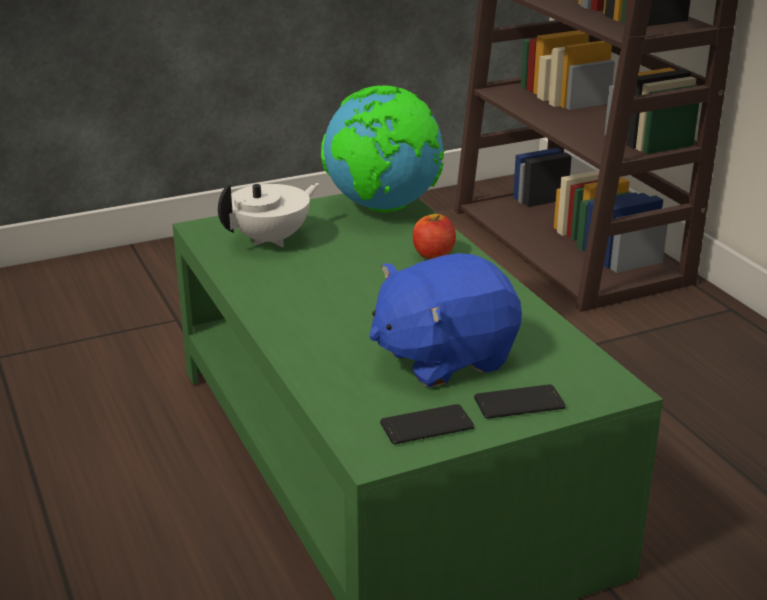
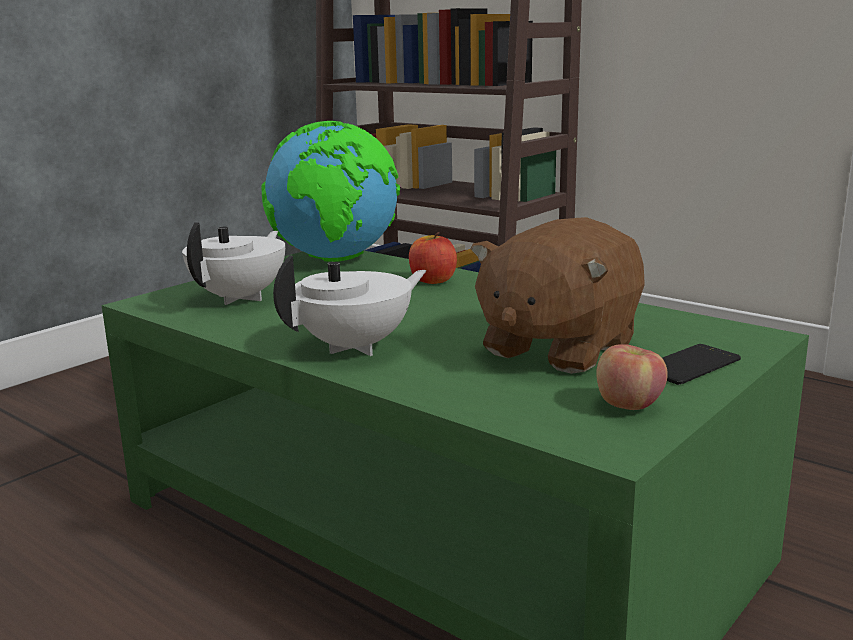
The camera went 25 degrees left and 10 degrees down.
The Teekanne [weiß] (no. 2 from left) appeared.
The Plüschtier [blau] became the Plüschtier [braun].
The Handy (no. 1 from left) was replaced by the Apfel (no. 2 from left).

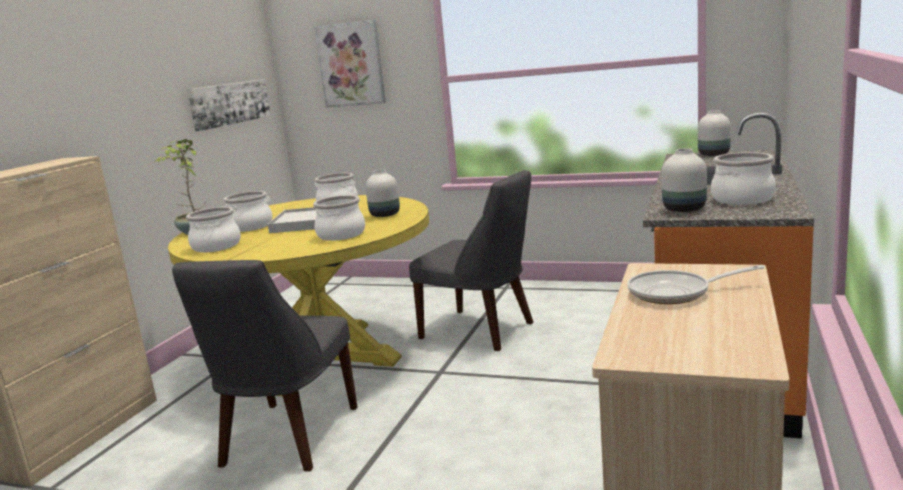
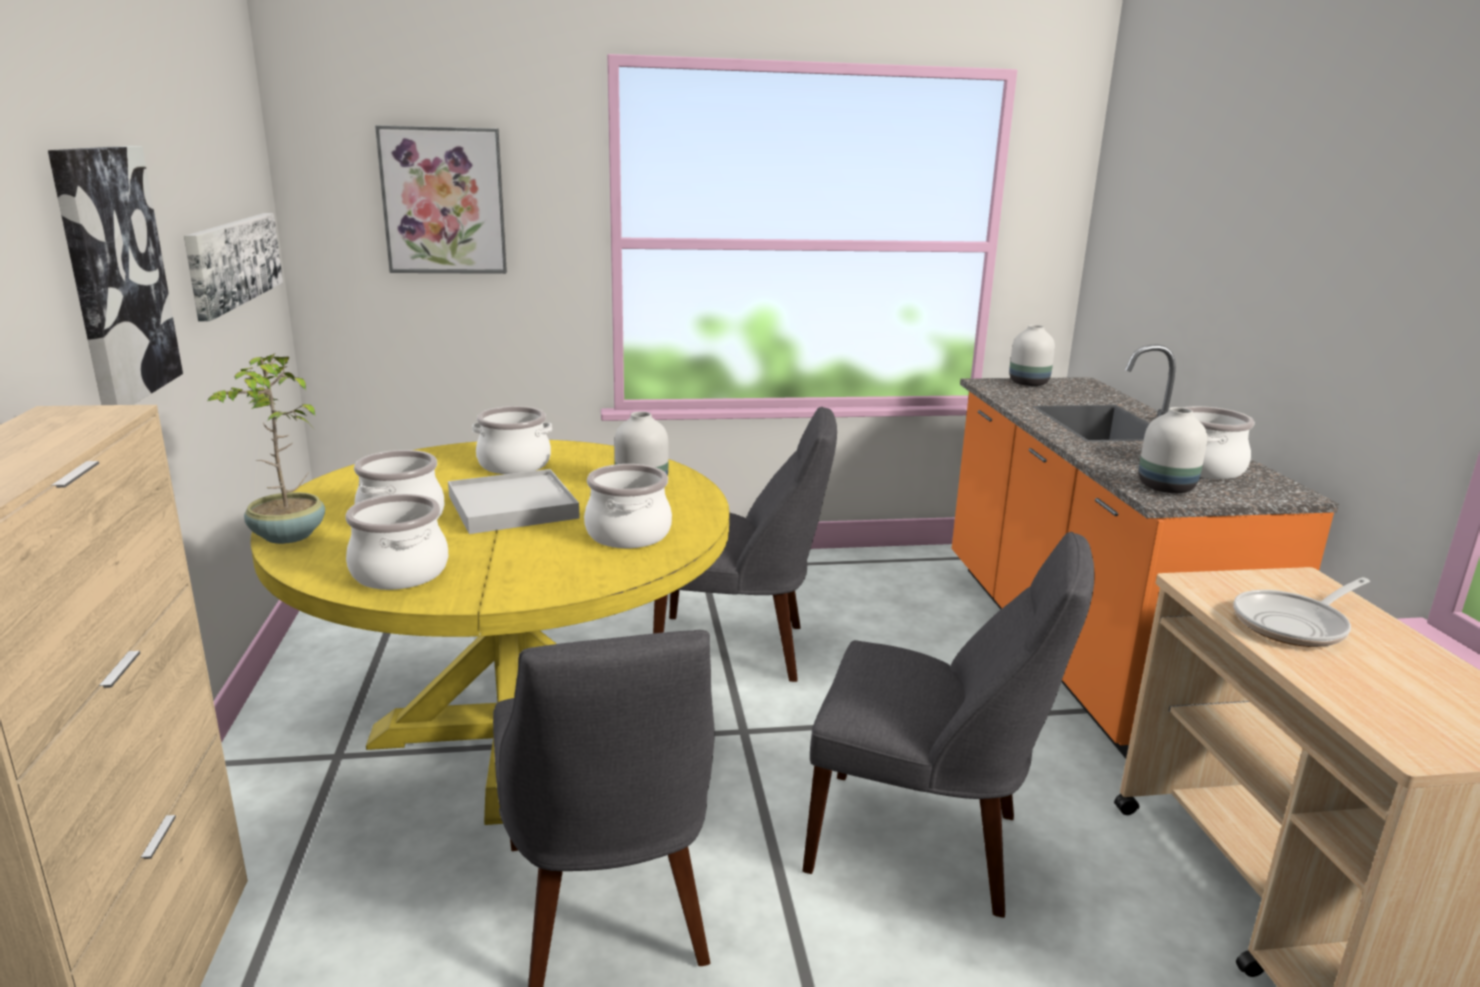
The camera went 30 degrees left and 5 degrees up.
The Bild (no. 1 from left) appeared.
The Stuhl [grau] (no. 3 from left) appeared.

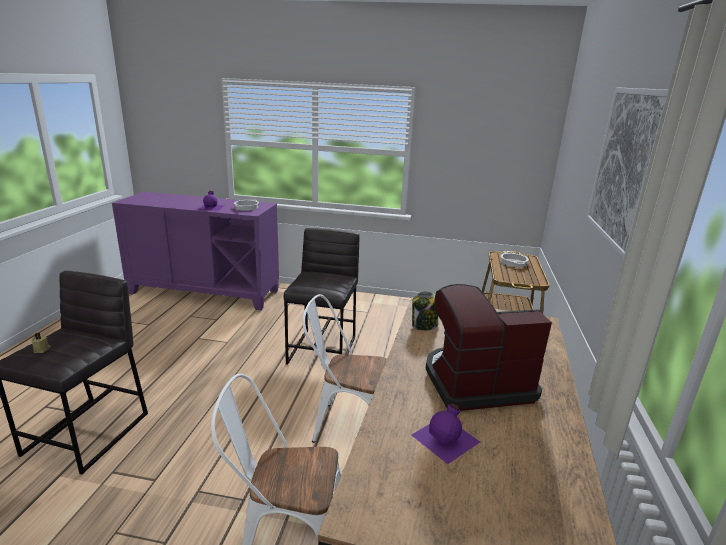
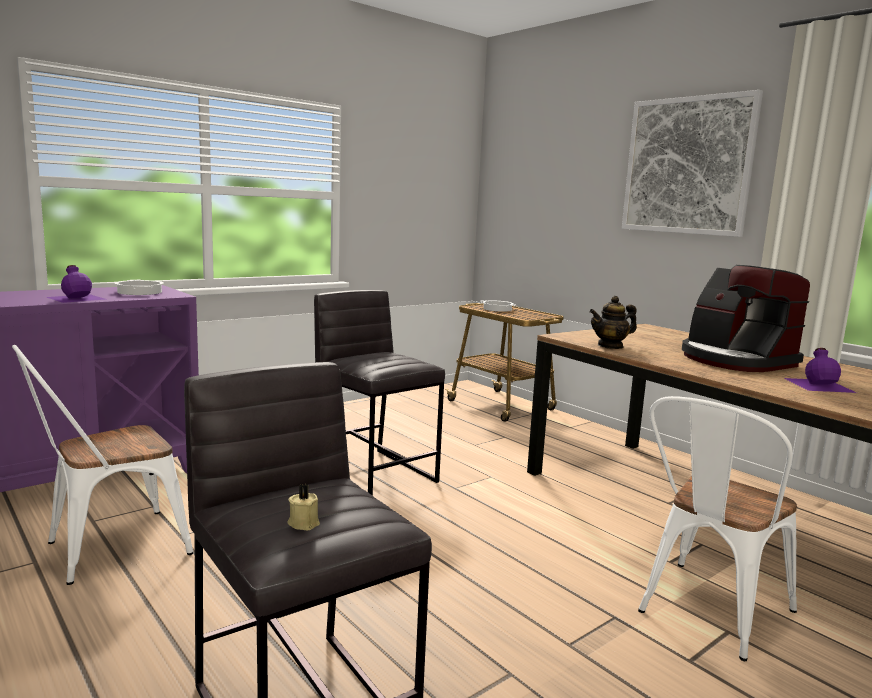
The camera went 50 degrees left and 10 degrees down.
The Stuhl [weiß] (no. 2 from left in the first image) moved.
The Vorratsglas was replaced by the Teekanne.
The Kaffeemaschine turned 60 degrees counterclockwise.

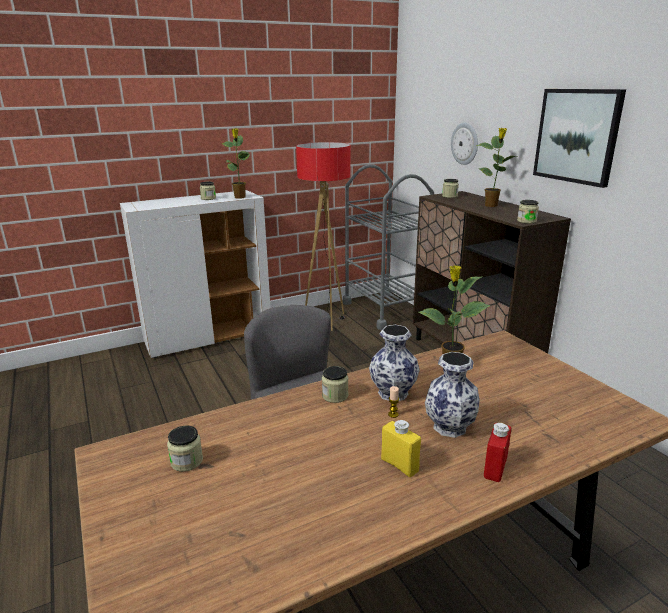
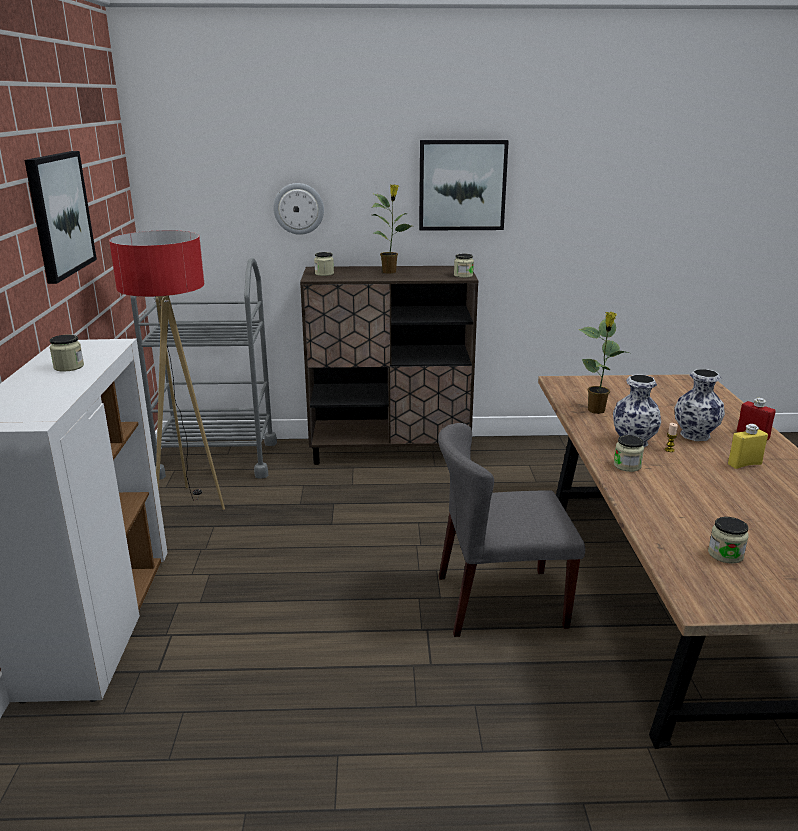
The camera went 65 degrees left and 0 degrees up.
The Bild (no. 1 from left) appeared.
The Topfpflanze (no. 1 from left) disappeared.

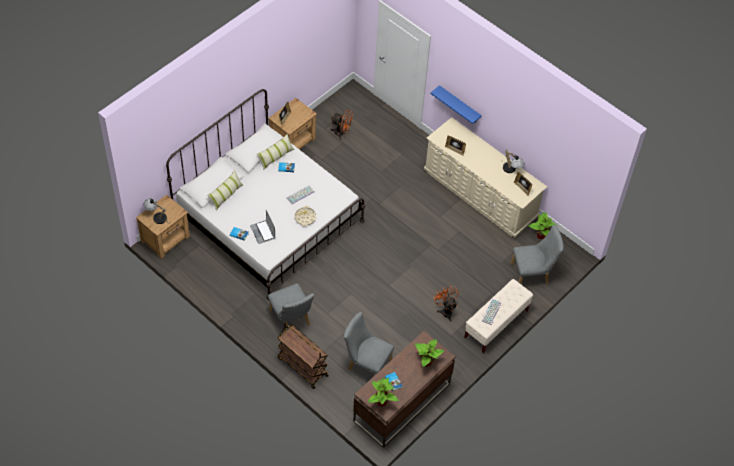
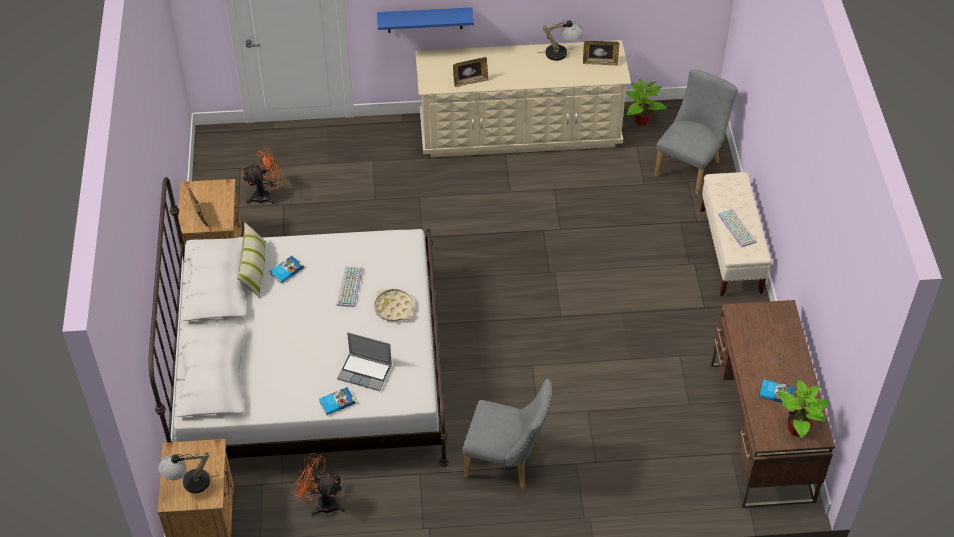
The camera went 45 degrees left and 5 degrees down.
The Ventilator [orange] (no. 2 from left) moved.
The Kissen (no. 1 from left) disappeared.
The Rollwagen [braun] disappeared.
The Stuhl [grau] (no. 2 from left) disappeared.
The Topfpflanze (no. 2 from left) disappeared.

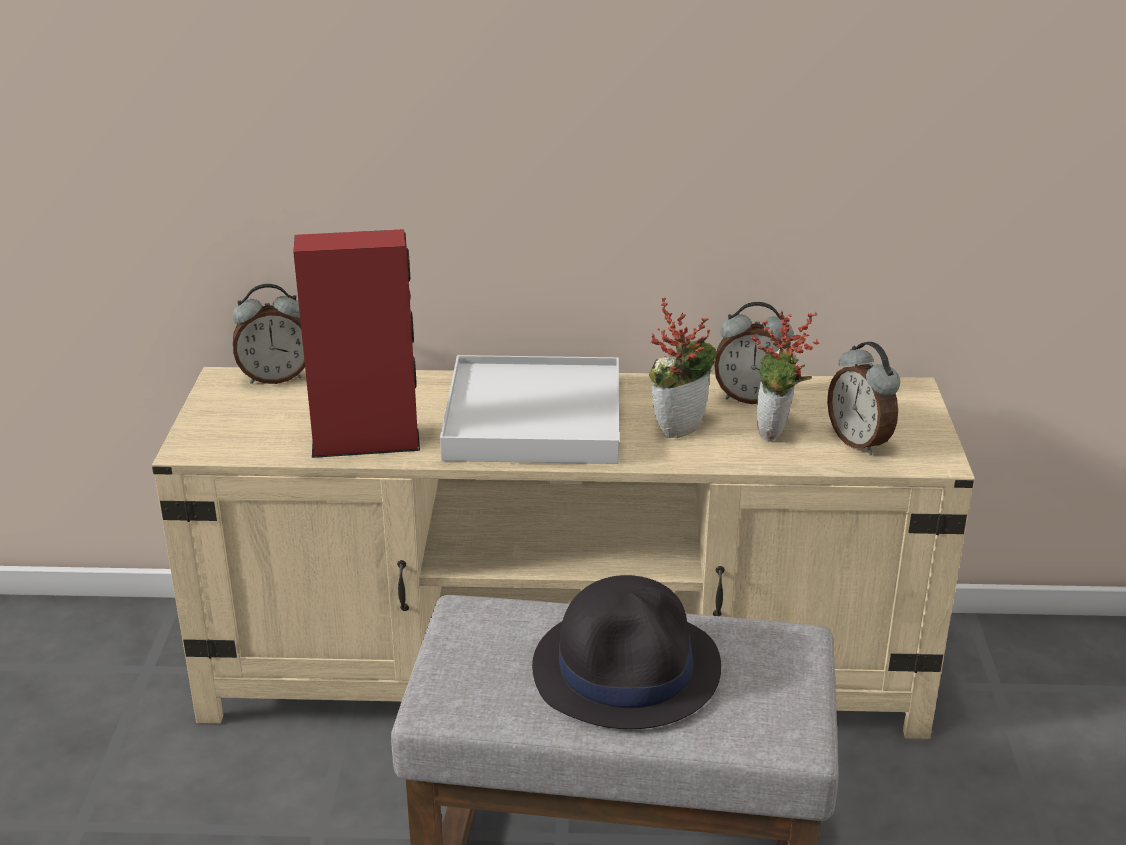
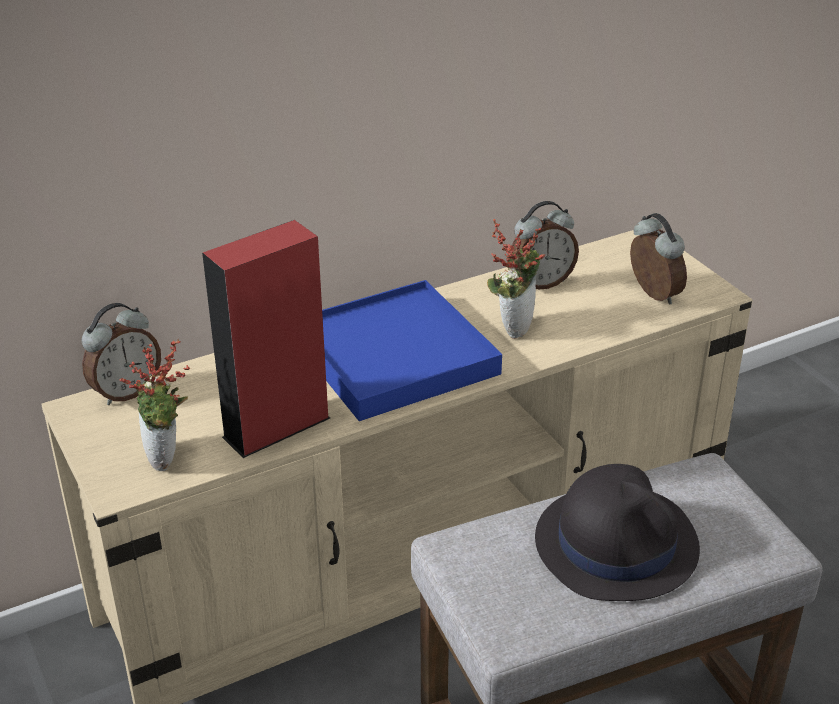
The camera went 30 degrees left and 5 degrees up.
The Topfpflanze (no. 2 from left in the first image) moved.
The Tablett [weiß] became the Tablett [blau].
The Wecker (no. 3 from left) turned 150 degrees counterclockwise.

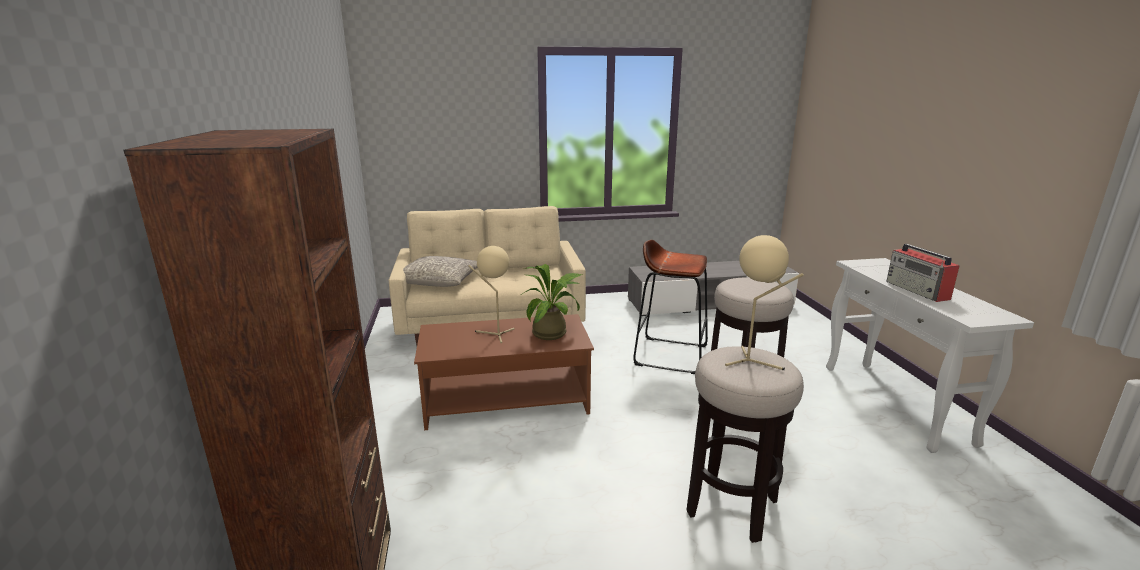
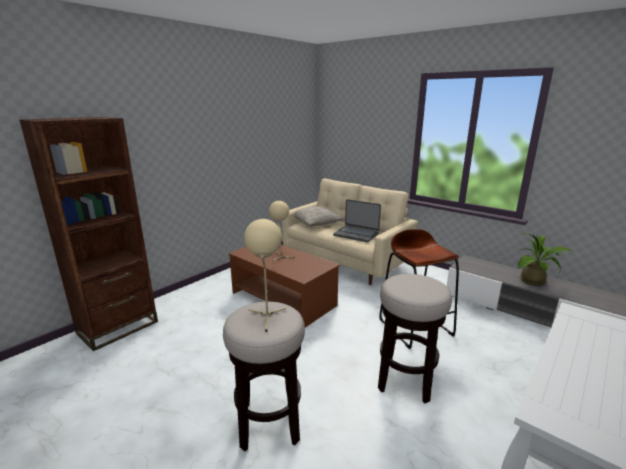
The camera went 50 degrees right and 0 degrees up.
The Laptop appeared.
The Topfpflanze moved.
The Radio disappeared.

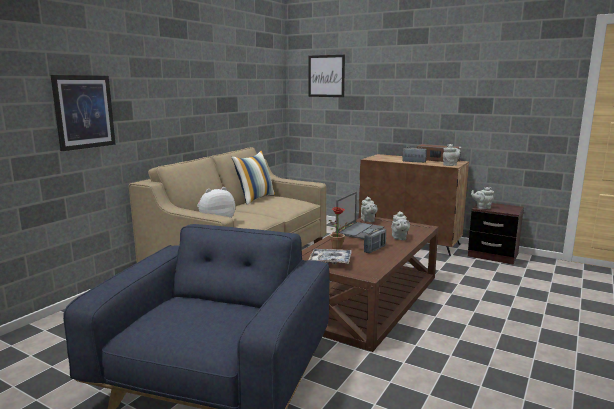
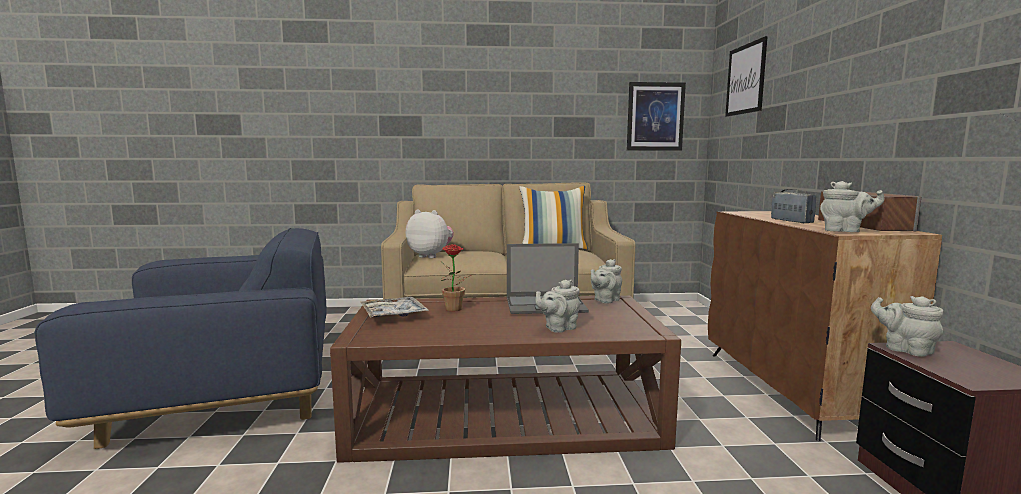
The camera went 55 degrees right and 5 degrees down.
The Bild (no. 1 from left) moved.
The Radio (no. 1 from left) disappeared.

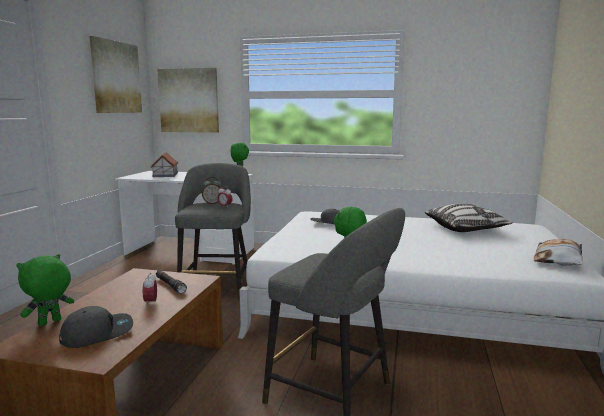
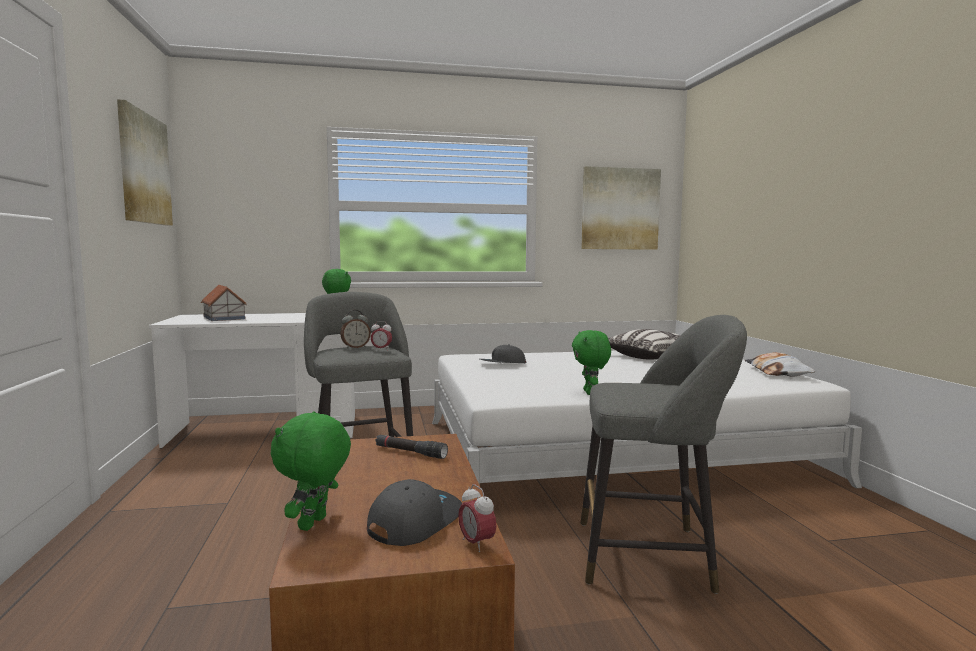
The camera went 25 degrees left and 5 degrees down.
The Wecker (no. 1 from left in the first image) moved.
The Bild (no. 2 from left) moved.

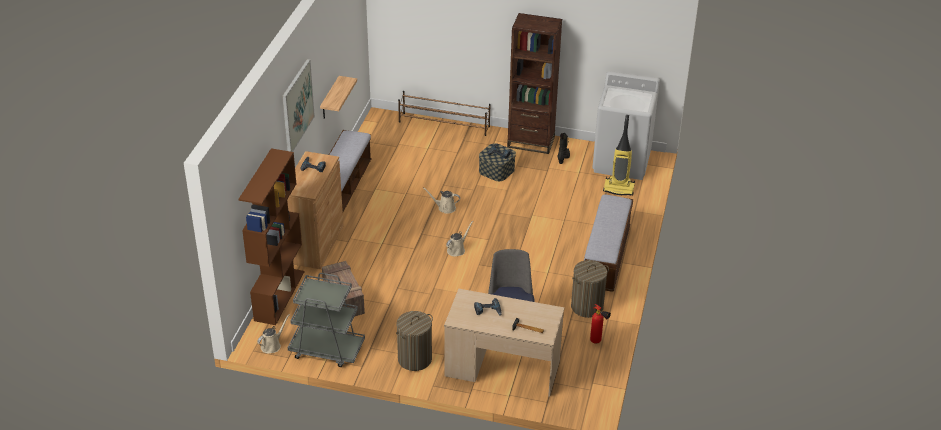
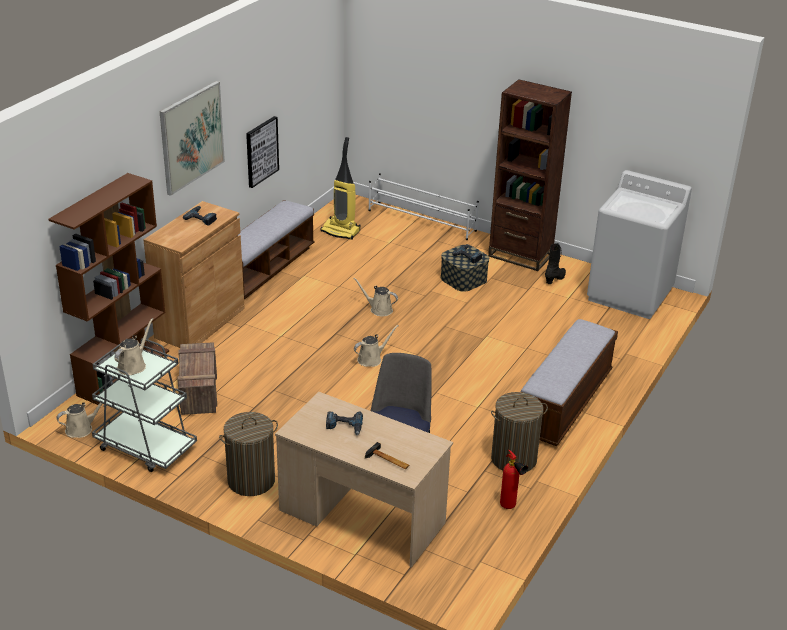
The camera went 15 degrees right and 5 degrees down.
The Gießkanne [beige] (no. 2 from left) appeared.
The Wandregal was replaced by the Bild (no. 2 from left).
The Staubsauger moved.
The Schuhregal [braun] became the Schuhregal [weiß].

